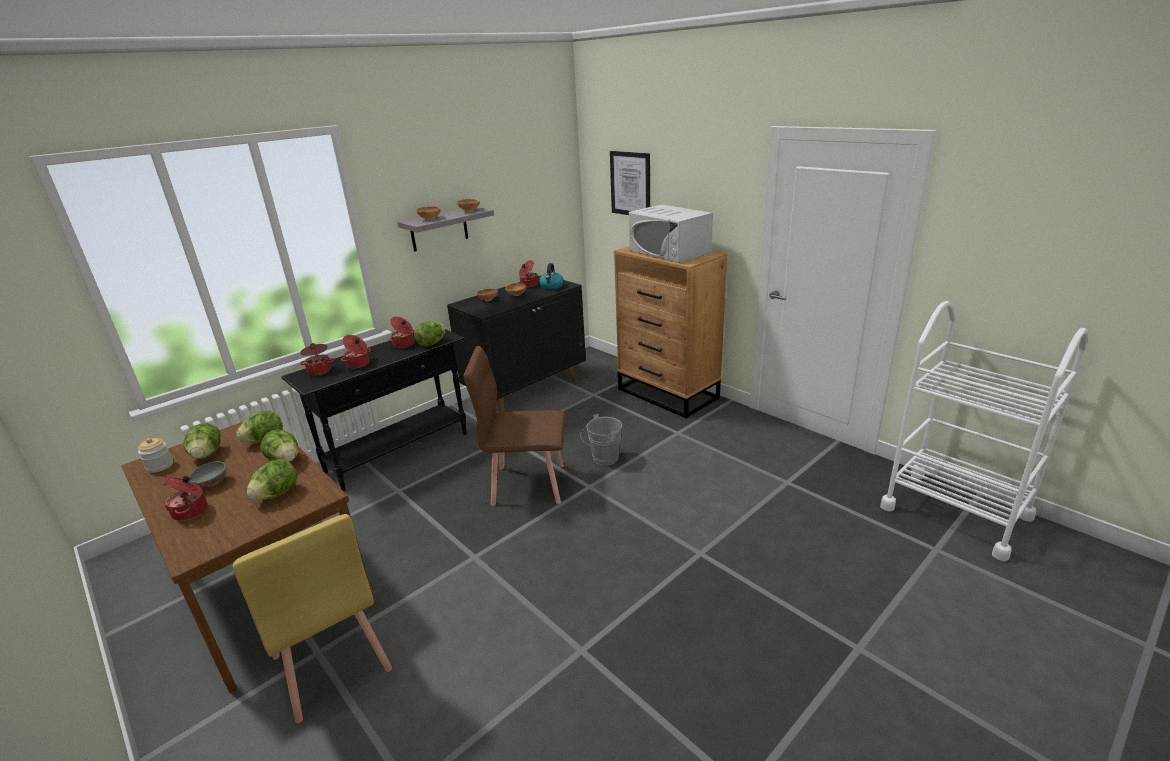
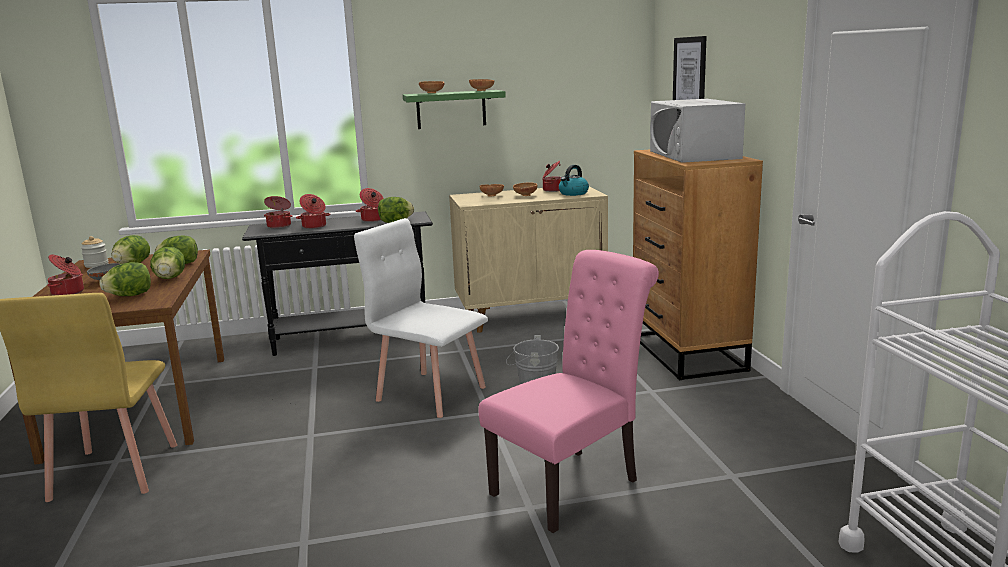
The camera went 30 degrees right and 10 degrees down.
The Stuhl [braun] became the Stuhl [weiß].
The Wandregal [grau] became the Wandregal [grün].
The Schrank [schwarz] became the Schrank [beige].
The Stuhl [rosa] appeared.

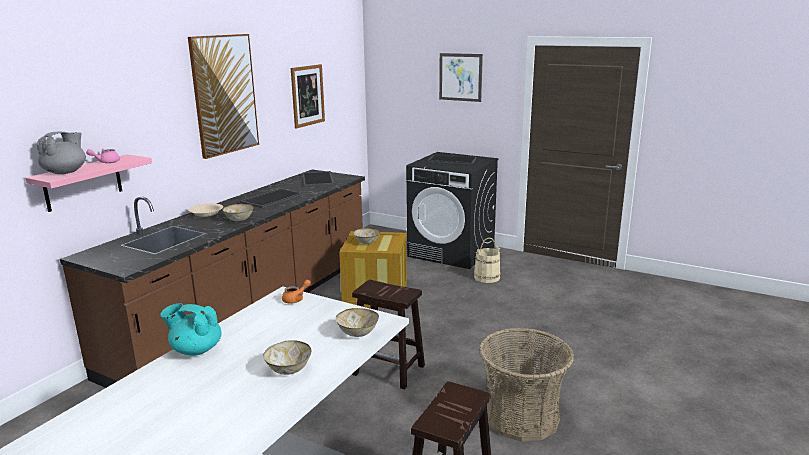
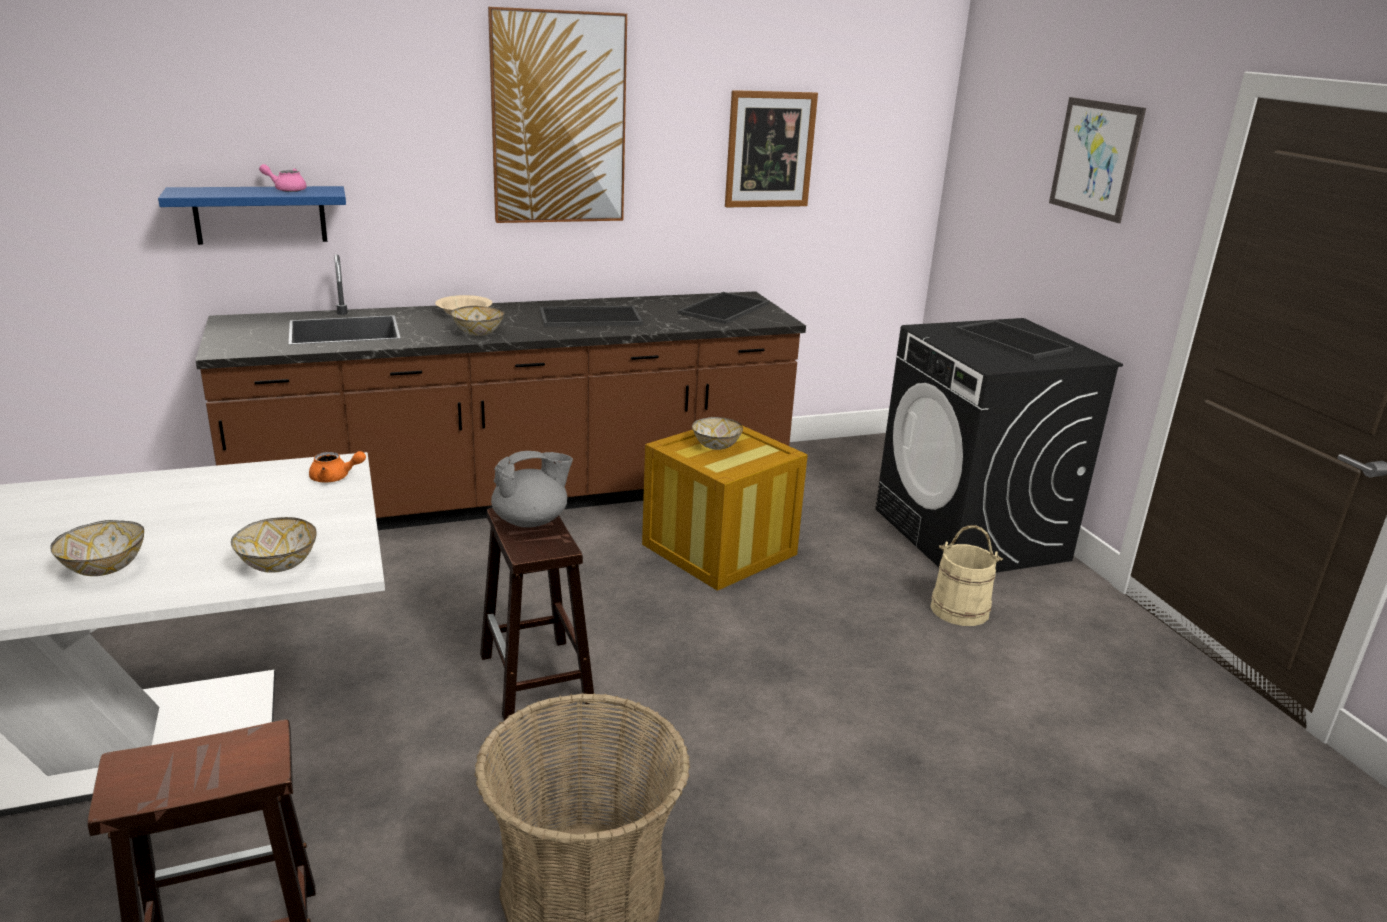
The camera went 40 degrees right and 5 degrees up.
The Wandregal [rosa] became the Wandregal [blau].
The Teekanne [grau] moved.
The Teekanne [türkis] disappeared.

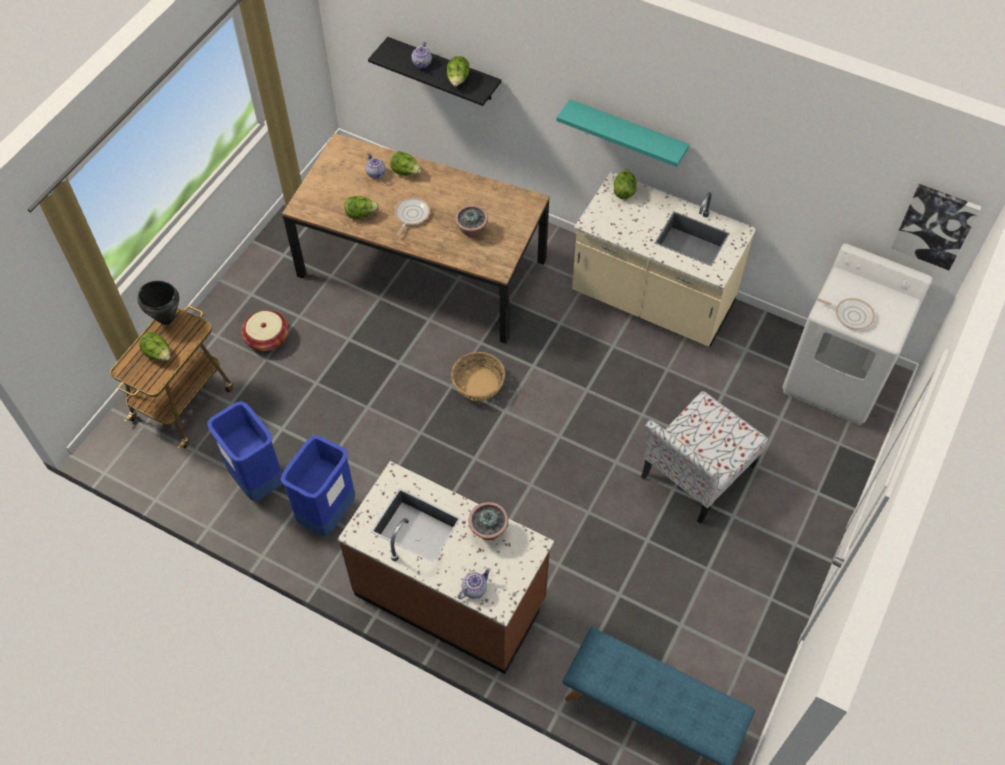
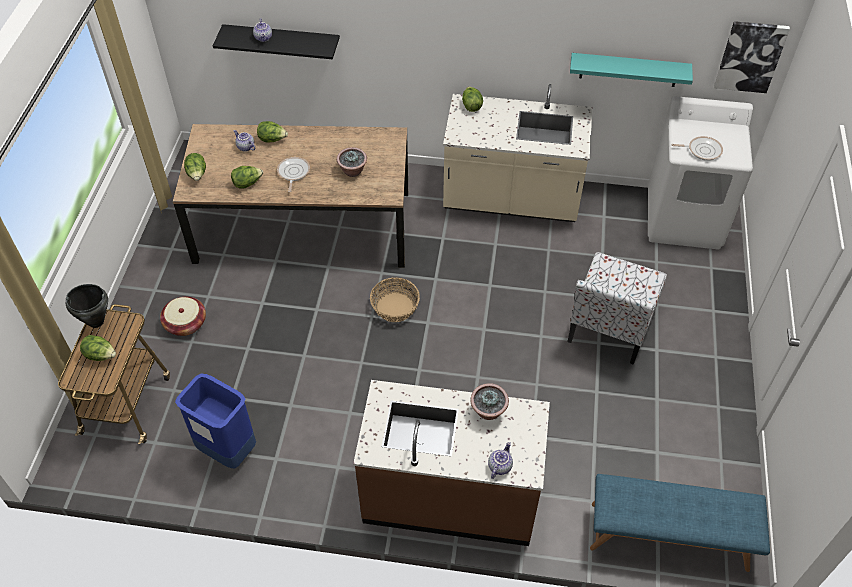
The camera went 20 degrees left and 5 degrees down.
The Salatkopf (no. 4 from left in the first image) moved.
The Wandregal [türkis] moved.
The Mülleimer [blau] (no. 2 from left) disappeared.

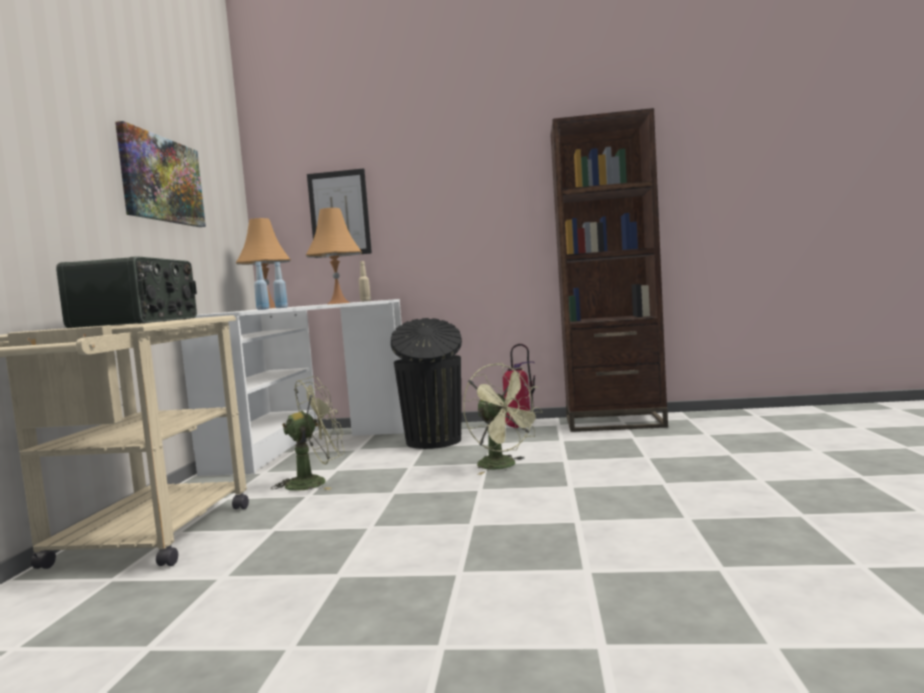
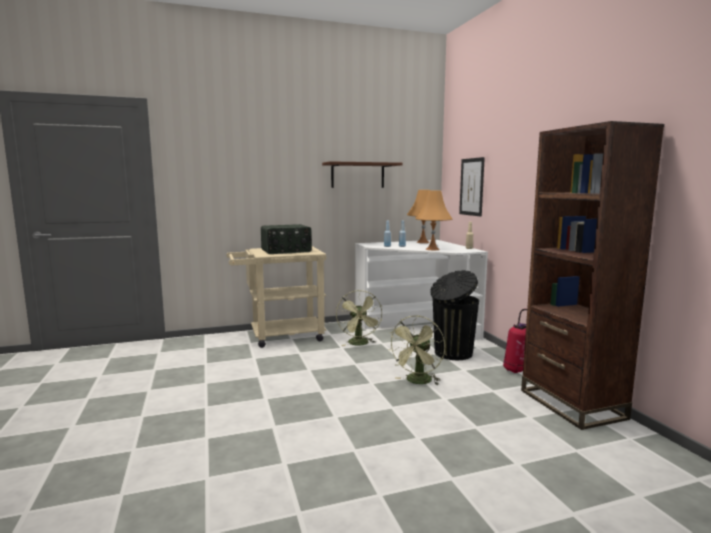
The camera went 65 degrees right and 5 degrees up.
The Bild (no. 1 from left) was replaced by the Wandregal [braun].
The Ventilator [grün] (no. 1 from left) turned 45 degrees clockwise.

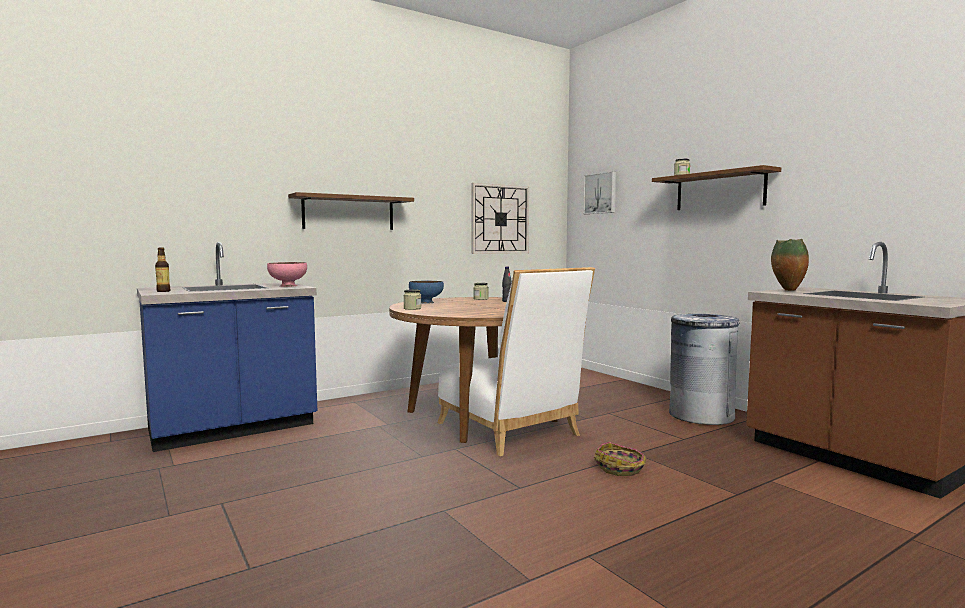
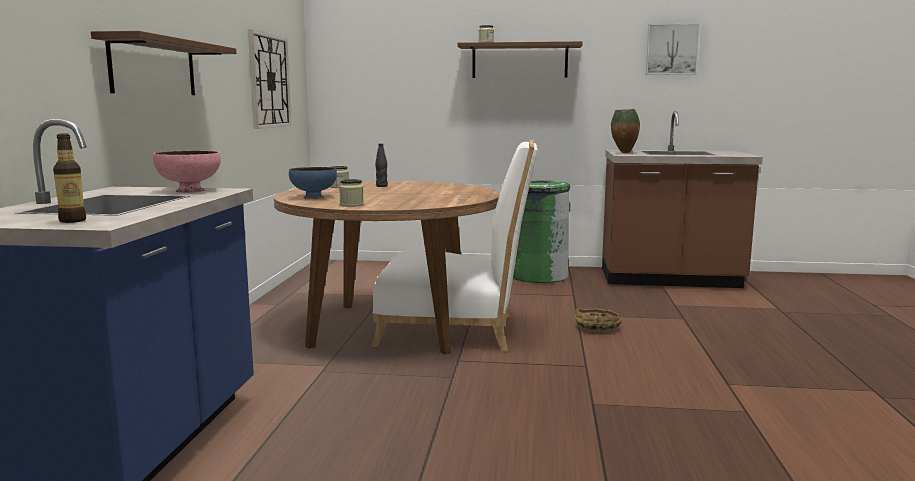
The camera went 50 degrees left and 5 degrees up.
The Mülleimer [grau] became the Mülleimer [grün].
The Bild moved.

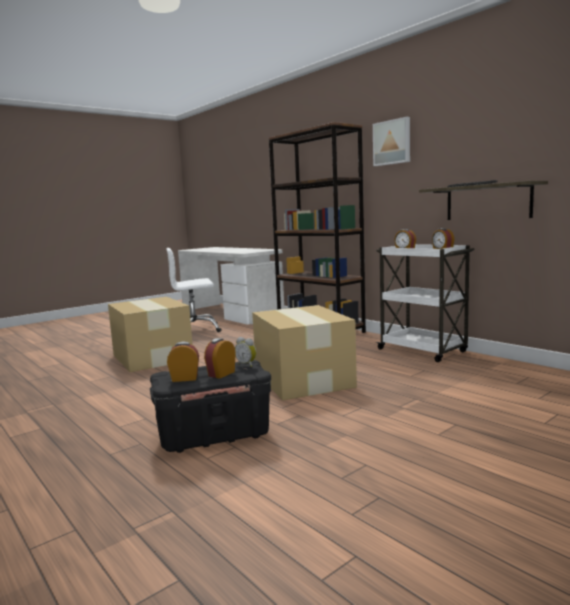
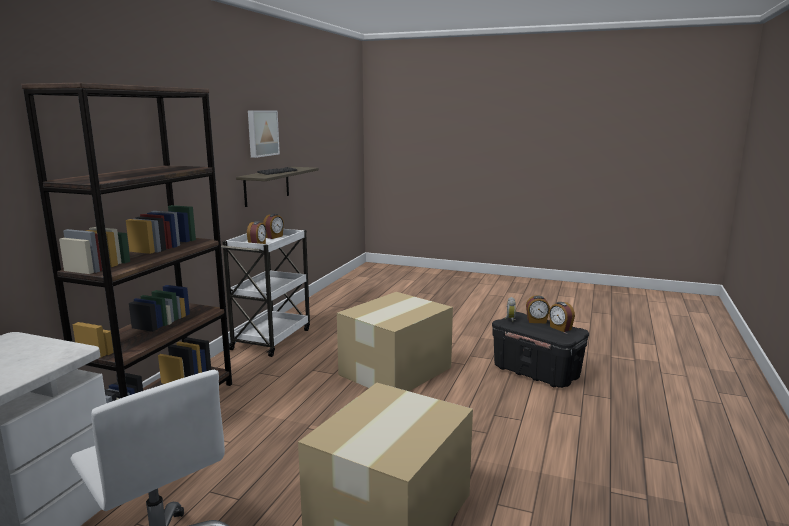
The camera went 120 degrees left and 5 degrees up.
The Bild moved.

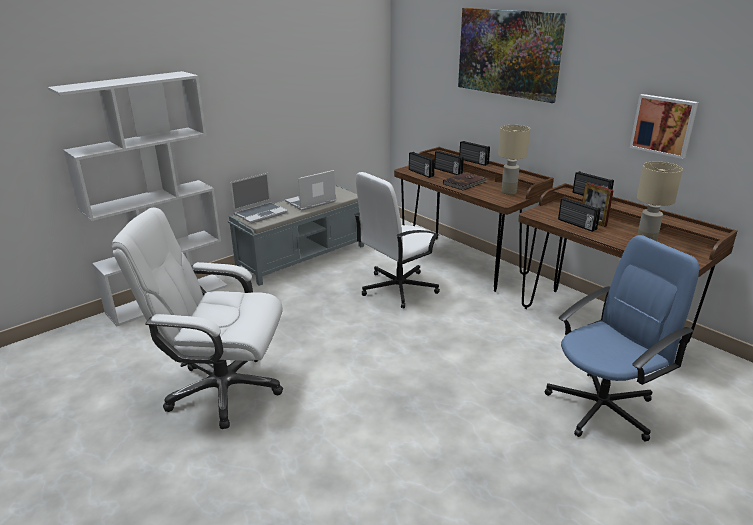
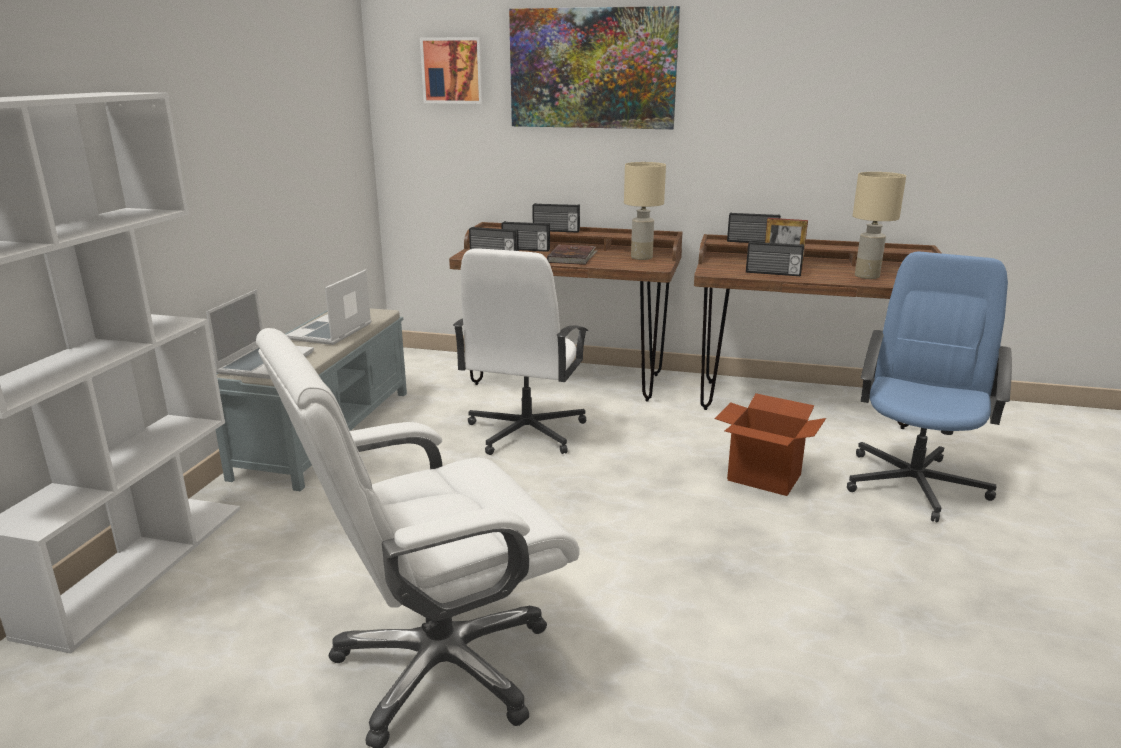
The camera went 35 degrees left and 5 degrees down.
The Bild (no. 2 from left in the first image) moved.
The Karton appeared.

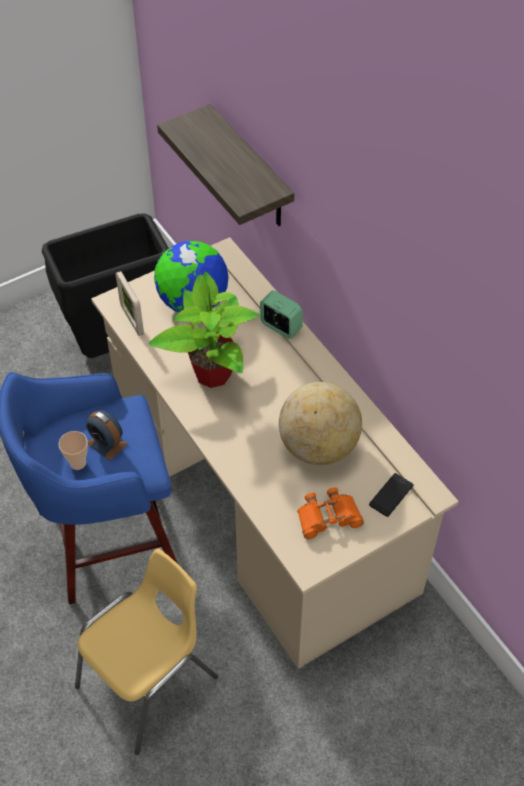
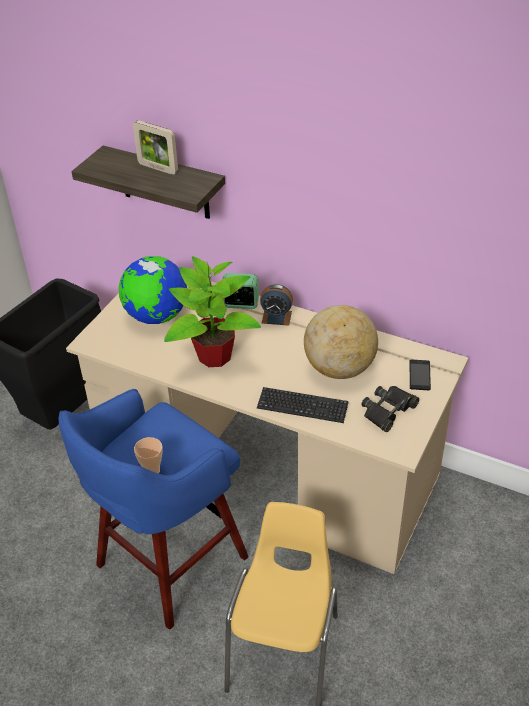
The camera went 30 degrees left and 10 degrees down.
The Bilderrahmen moved.
The Tastatur appeared.
The Wecker (no. 1 from left in the first image) moved.
The Fernglas [orange] became the Fernglas [schwarz].

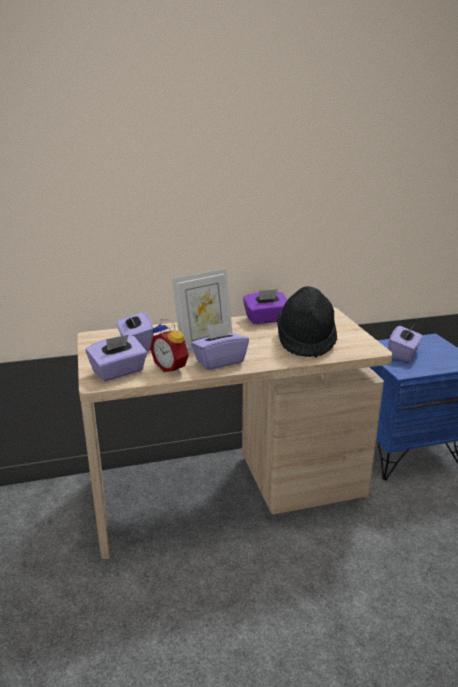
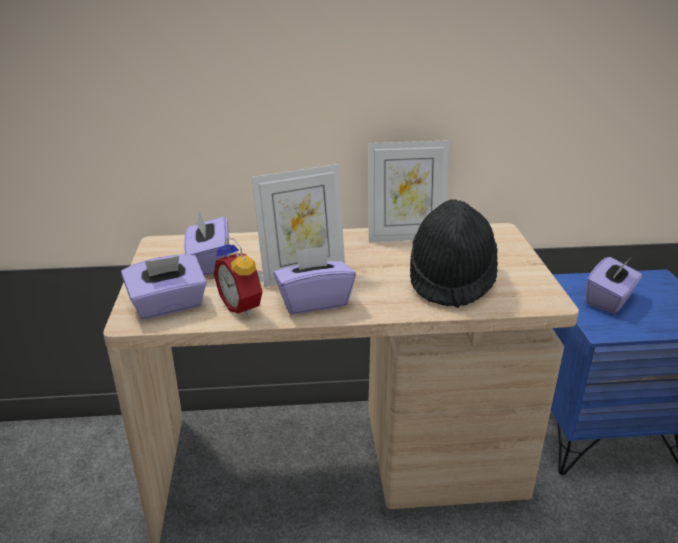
The camera went 10 degrees right and 5 degrees up.
The Taschentuchbox [lila] (no. 4 from left) was replaced by the Bilderrahmen (no. 2 from left).

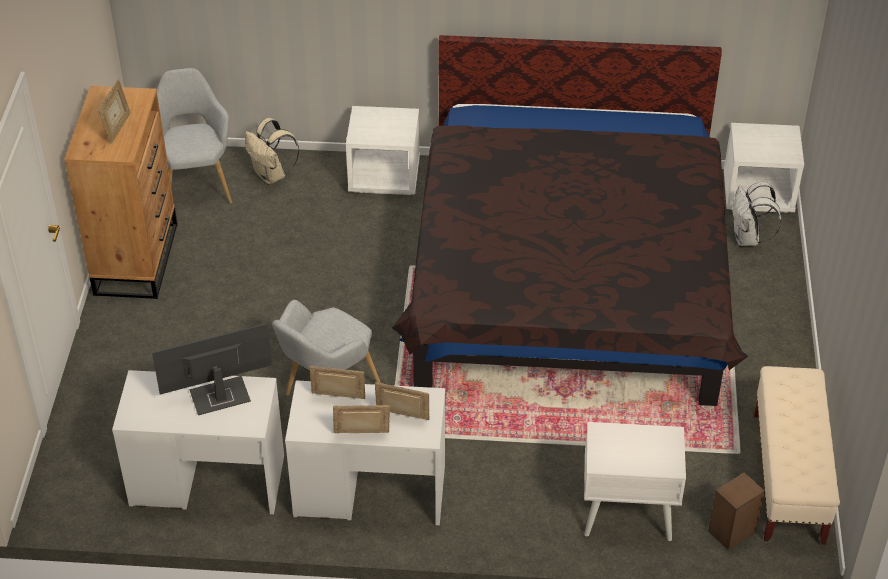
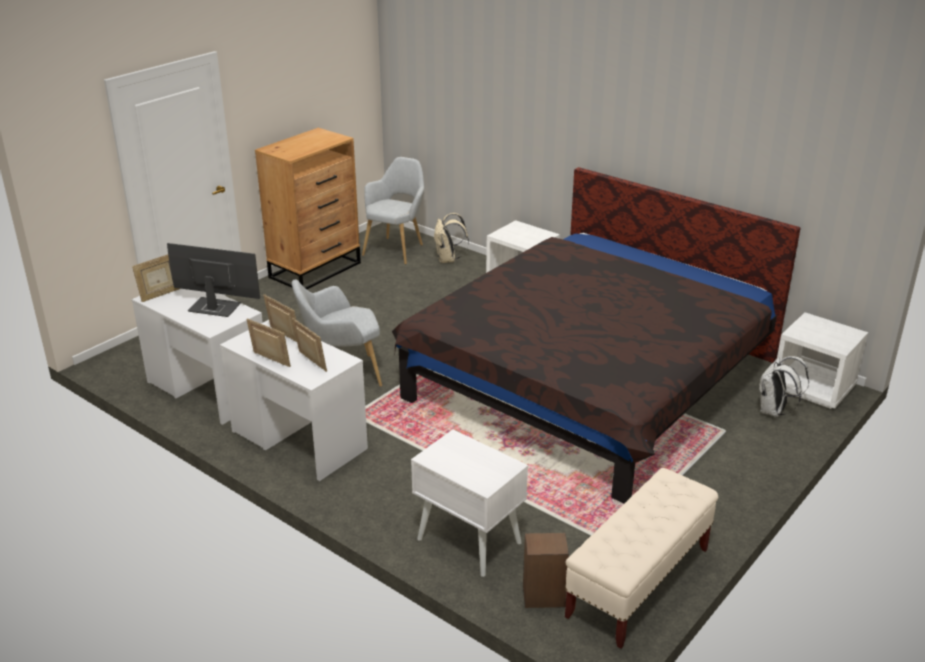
The camera went 35 degrees right and 15 degrees down.
The Bilderrahmen (no. 1 from left) moved.

